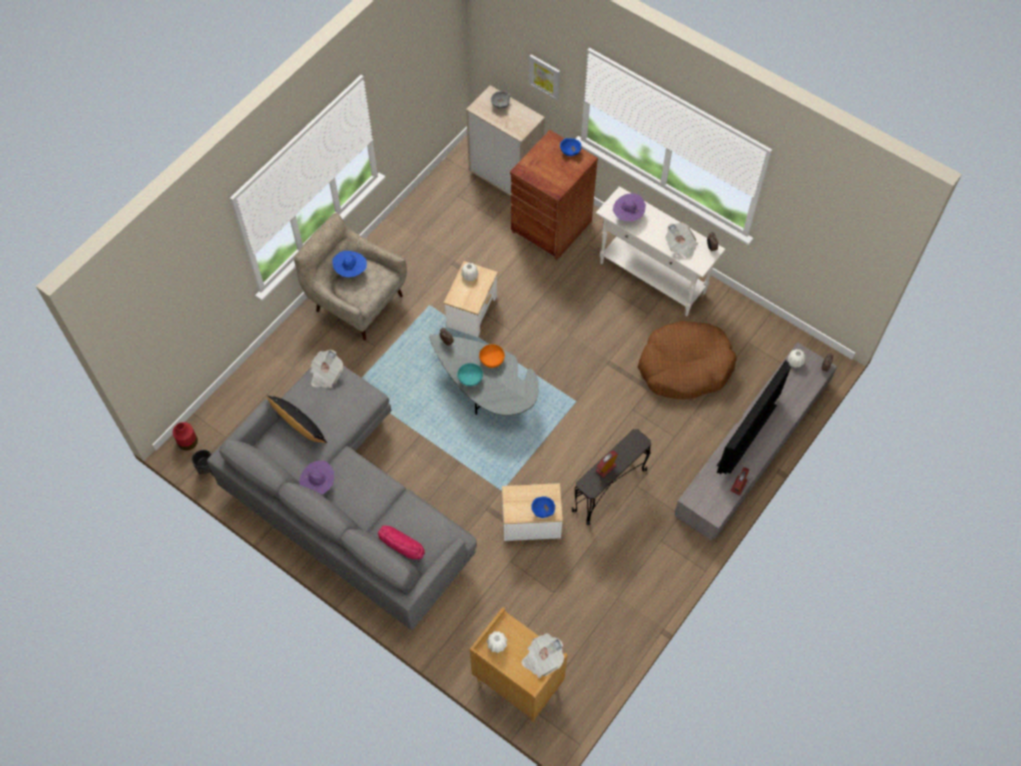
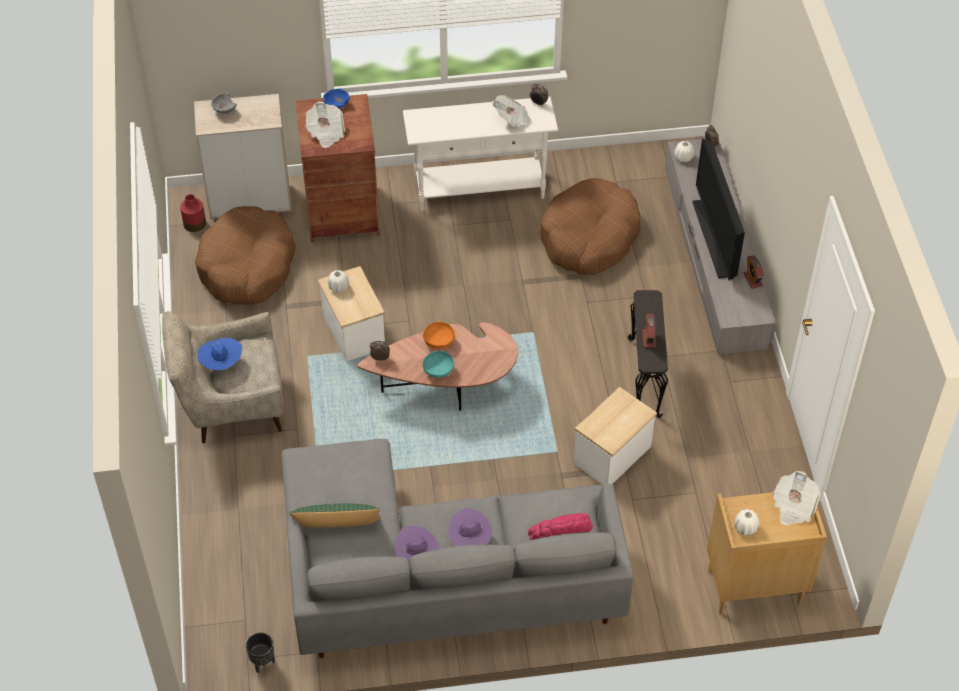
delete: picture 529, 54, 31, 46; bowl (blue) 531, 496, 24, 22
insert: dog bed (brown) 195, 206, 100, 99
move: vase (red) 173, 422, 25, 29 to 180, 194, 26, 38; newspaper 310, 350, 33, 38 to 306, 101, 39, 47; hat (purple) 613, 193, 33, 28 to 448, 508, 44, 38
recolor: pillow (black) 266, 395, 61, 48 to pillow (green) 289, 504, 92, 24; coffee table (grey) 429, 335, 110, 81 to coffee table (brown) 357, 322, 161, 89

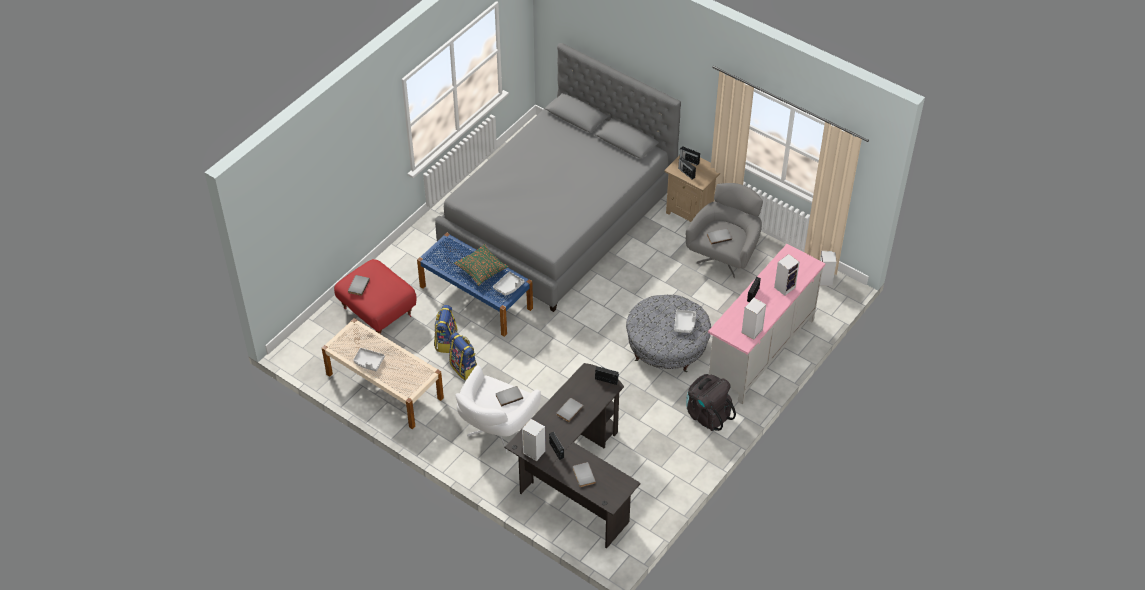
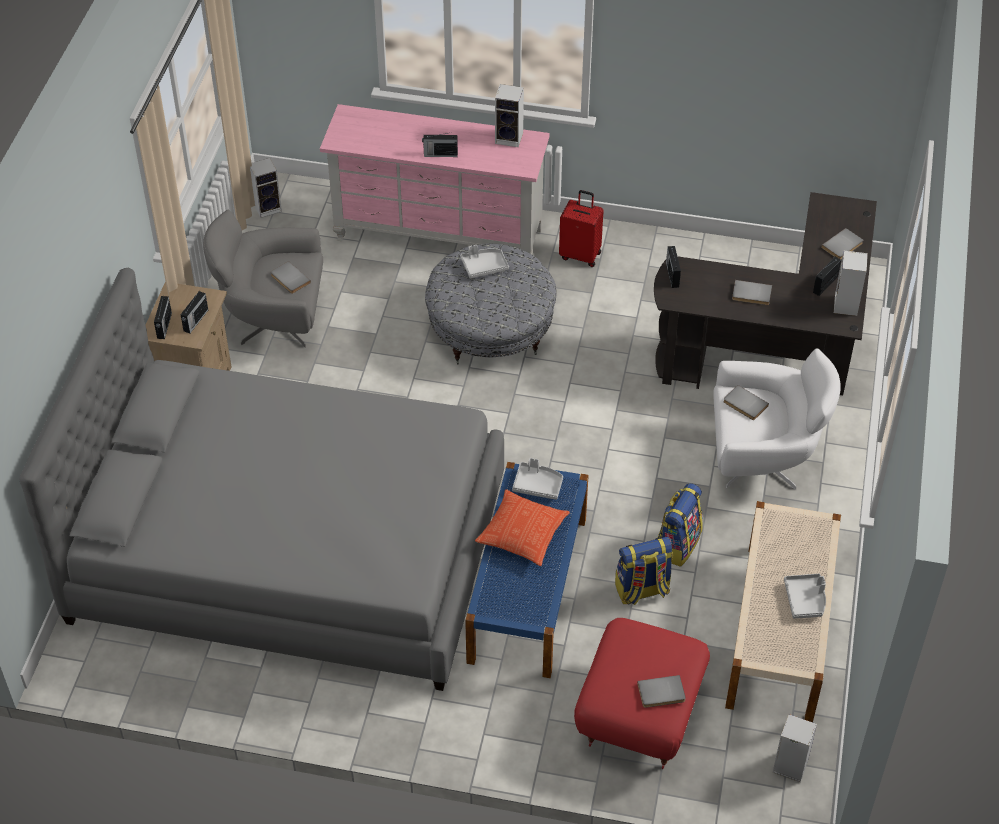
move: speaker 774, 254, 26, 42 to 773, 714, 44, 68
replace: backpack (black) 686, 374, 50, 57 to suitcase (red) 559, 190, 45, 77
recolor: pillow (green) 454, 244, 55, 42 to pillow (orange) 475, 489, 95, 77

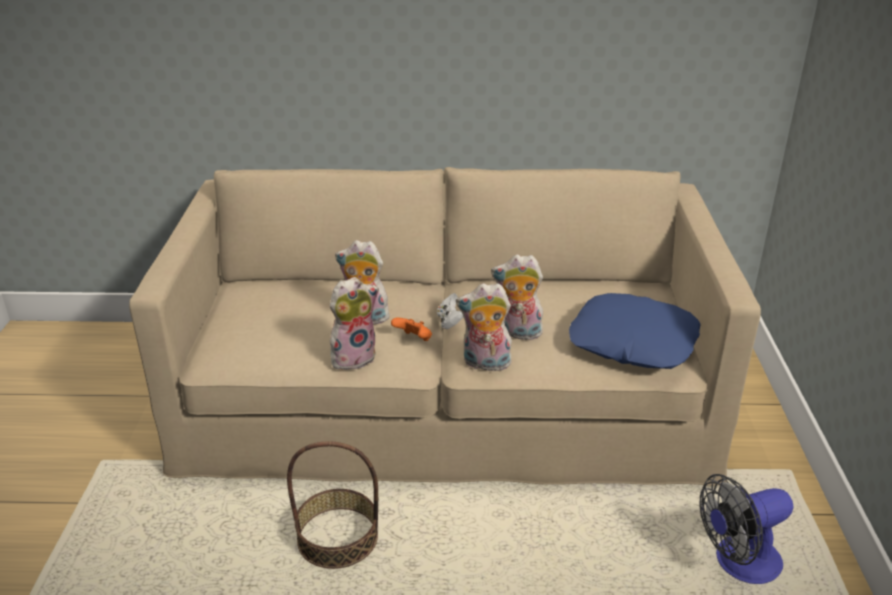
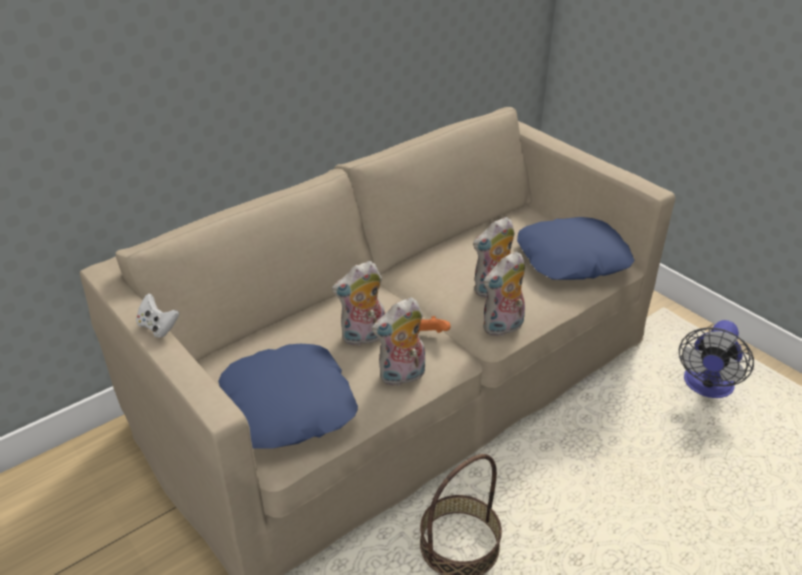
insert: pillow (blue) 218, 344, 140, 105
move: game controller (white) 437, 293, 26, 36 to 136, 294, 43, 44
rotate: plush toy 330, 277, 49, 93 = 372, 297, 53, 89 135 degrees counterclockwise

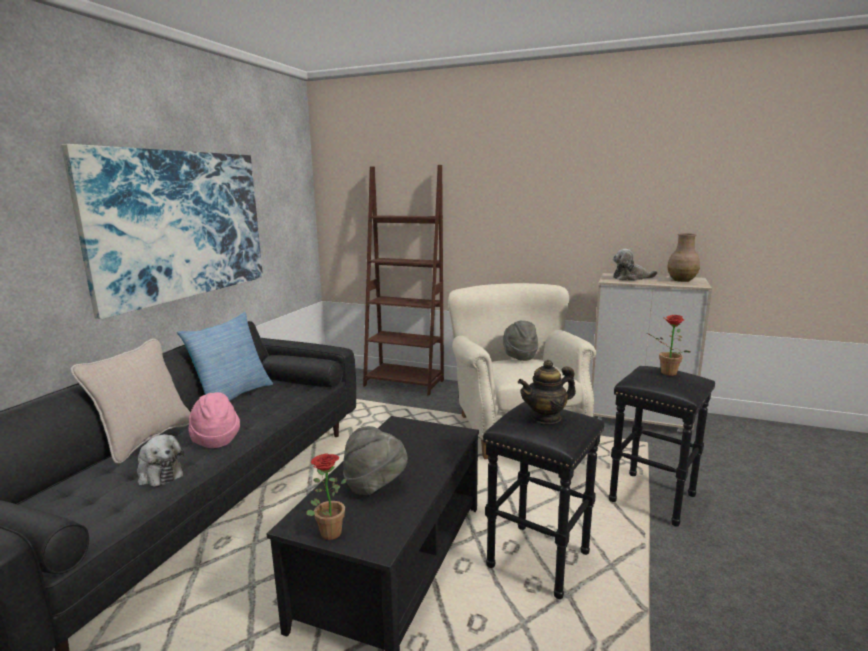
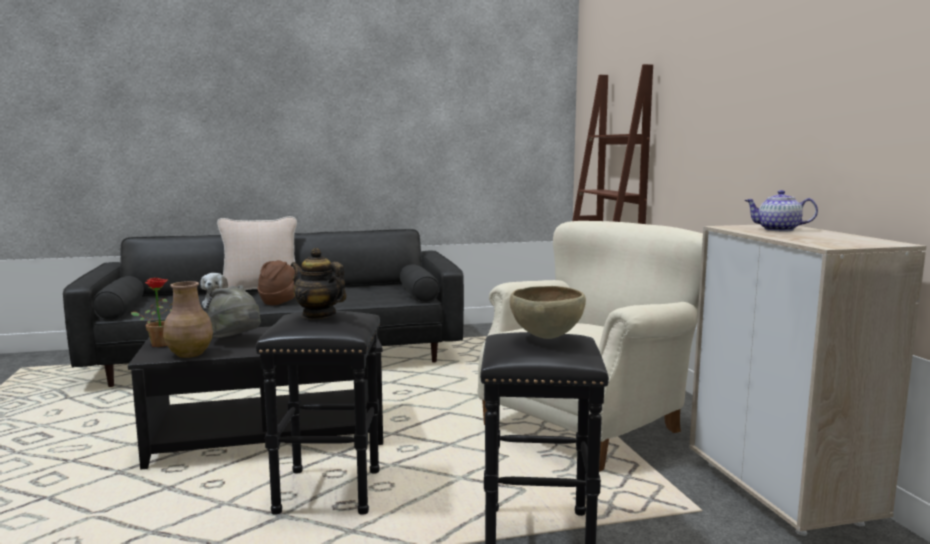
delete: picture 62, 144, 201, 175; pillow 177, 312, 96, 89; hat (grey) 503, 320, 35, 41
move: vase (brown) 667, 233, 33, 49 to 163, 281, 50, 77
replace: plush toy 613, 249, 44, 32 to teapot 745, 190, 73, 41; potted plant 647, 315, 44, 61 to bowl (brown) 510, 286, 76, 53
recolor: hat (pink) 188, 392, 52, 56 to hat (brown) 258, 260, 37, 45

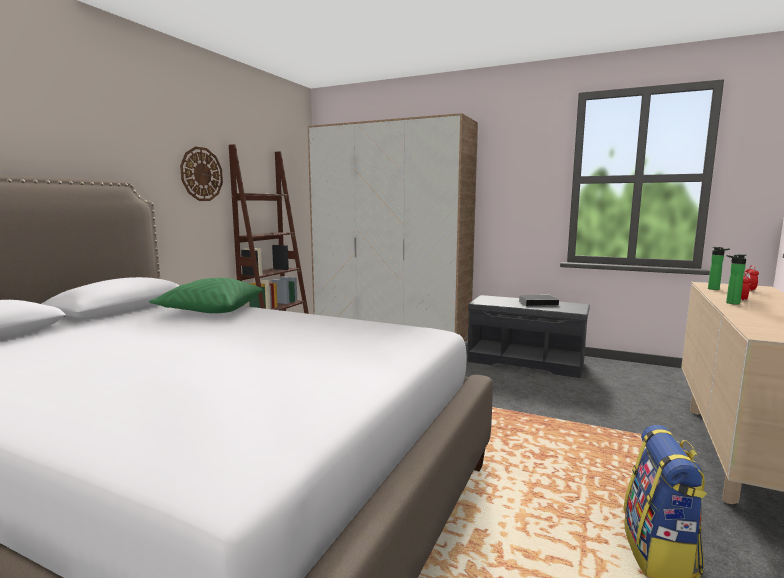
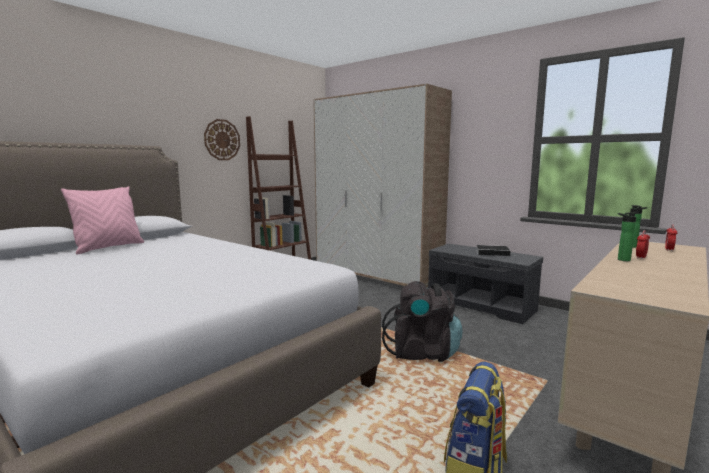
delete: pillow (green) 149, 278, 114, 35
insert: pillow (pink) 61, 186, 83, 68; backpack (black) 382, 281, 81, 81

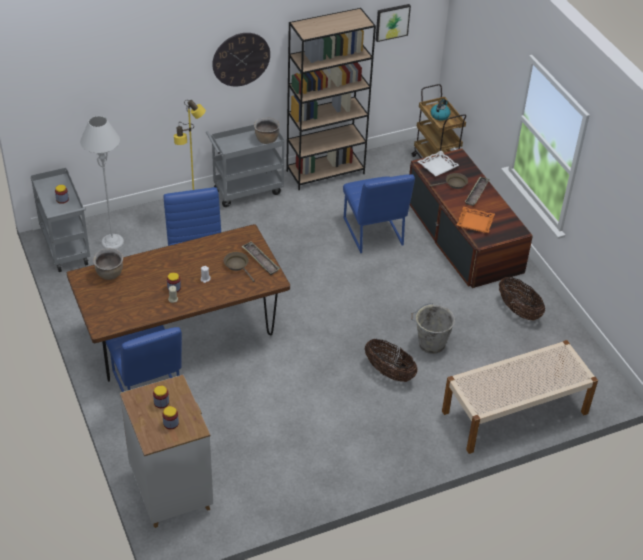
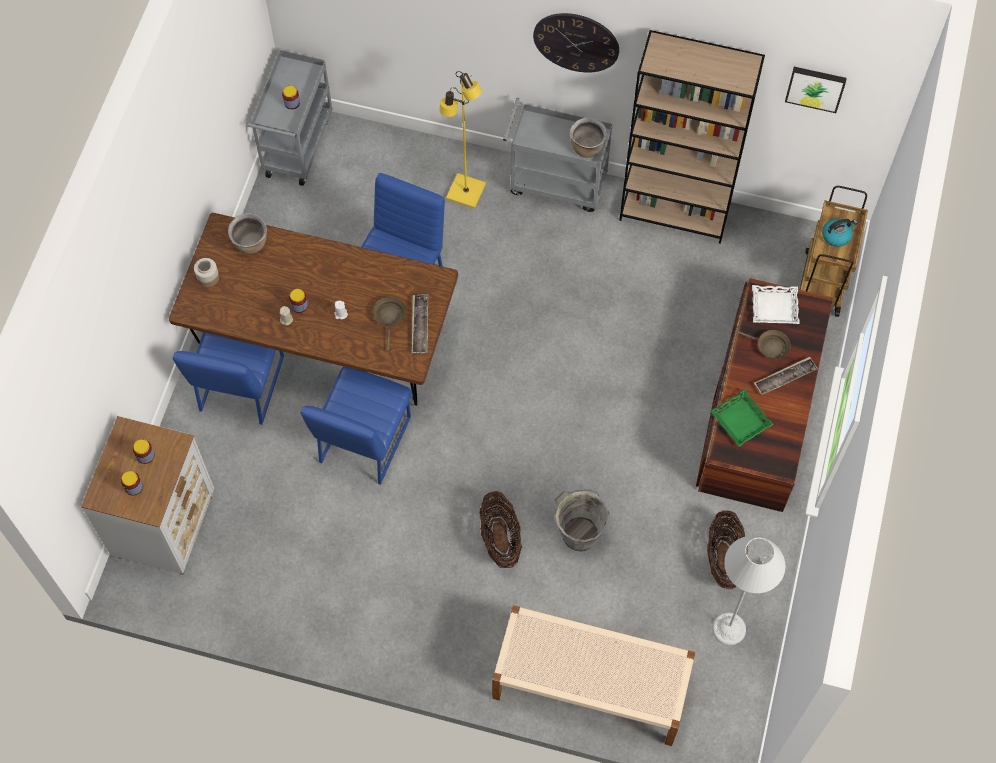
insert: jar 194, 258, 25, 29
move: floor lamp (grey) 80, 116, 44, 133 to 712, 536, 73, 109; chair (blue) 343, 174, 72, 79 to 300, 366, 112, 119
recolor: tray (orange) 457, 206, 38, 27 to tray (green) 710, 389, 64, 58

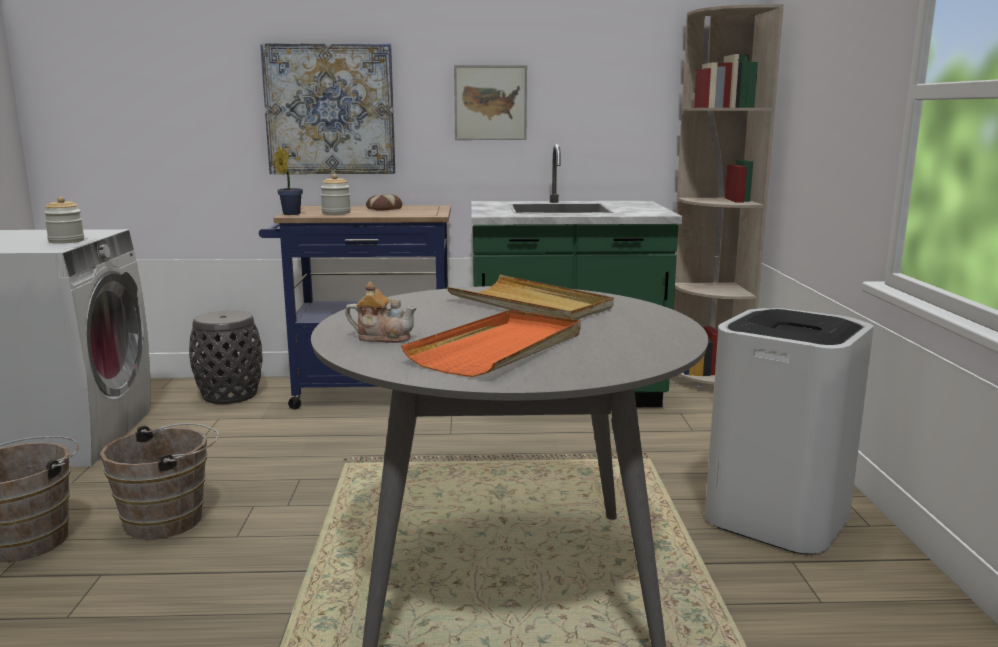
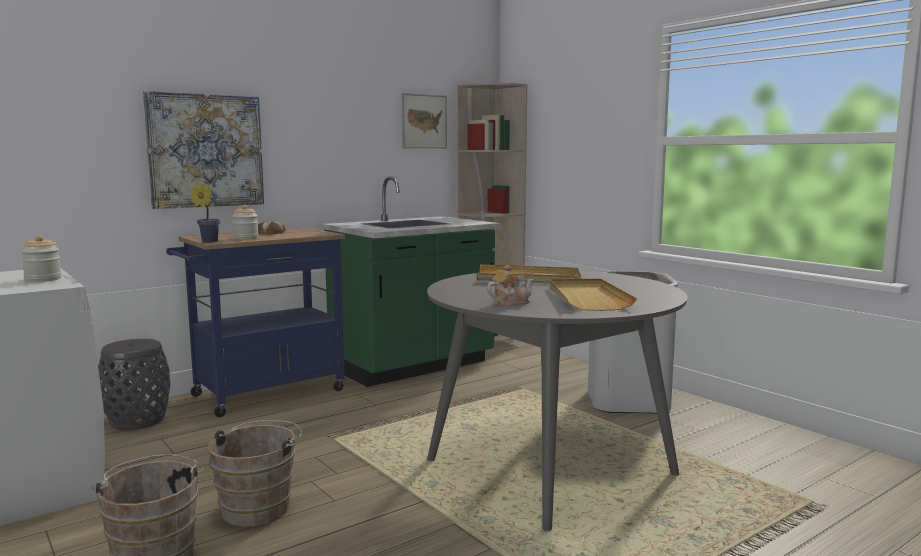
move: picture 454, 65, 73, 75 to 402, 93, 45, 55
recolor: tray (orange) 401, 310, 180, 67 to tray (beige) 549, 279, 88, 32

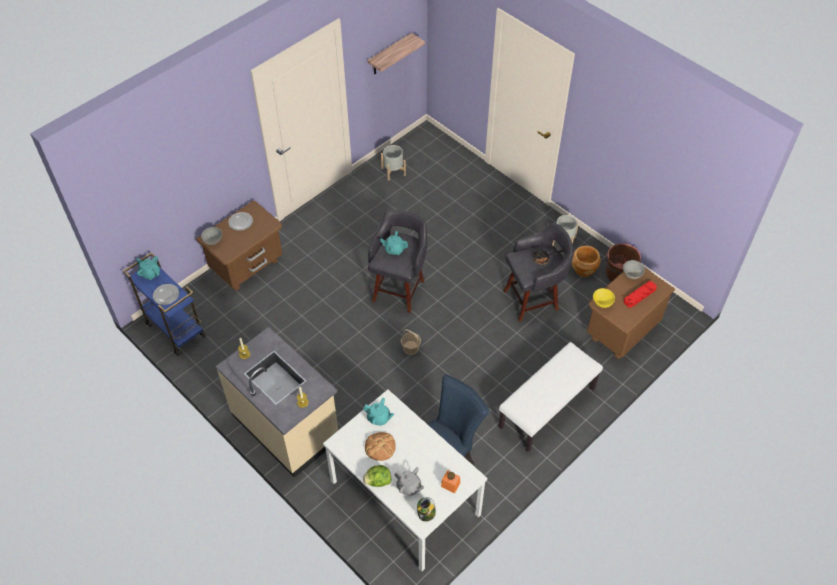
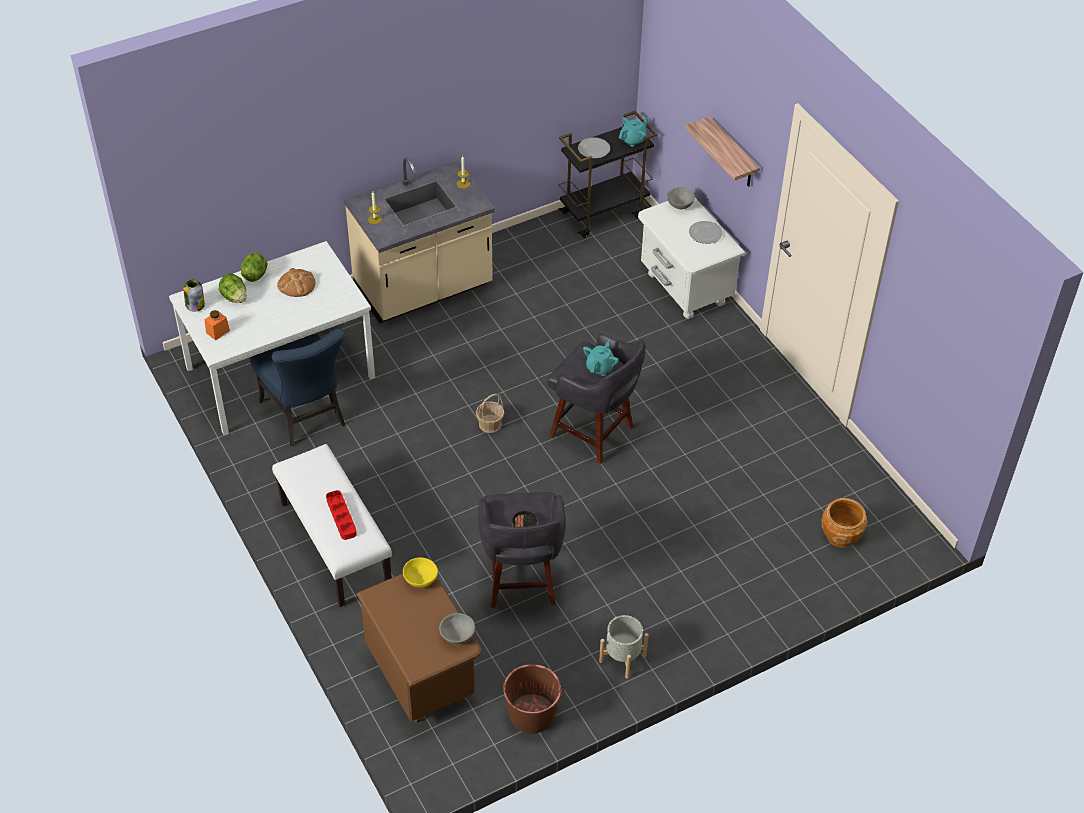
delete: teapot (turquoise) 363, 398, 31, 28; planter (grey) 381, 145, 25, 36
move: shelf 367, 33, 58, 41 to 685, 117, 75, 70; planter (brown) 572, 246, 29, 31 to 822, 498, 46, 50; tray (red) 624, 281, 33, 27 to 326, 490, 31, 50
replace: teapot (grey) 394, 467, 30, 29 to lettuce 219, 273, 28, 30
recolor: cart (blue) 123, 252, 84, 104 to cart (black) 558, 111, 99, 127; nightstand (brown) 196, 200, 86, 91 to nightstand (white) 638, 198, 107, 121

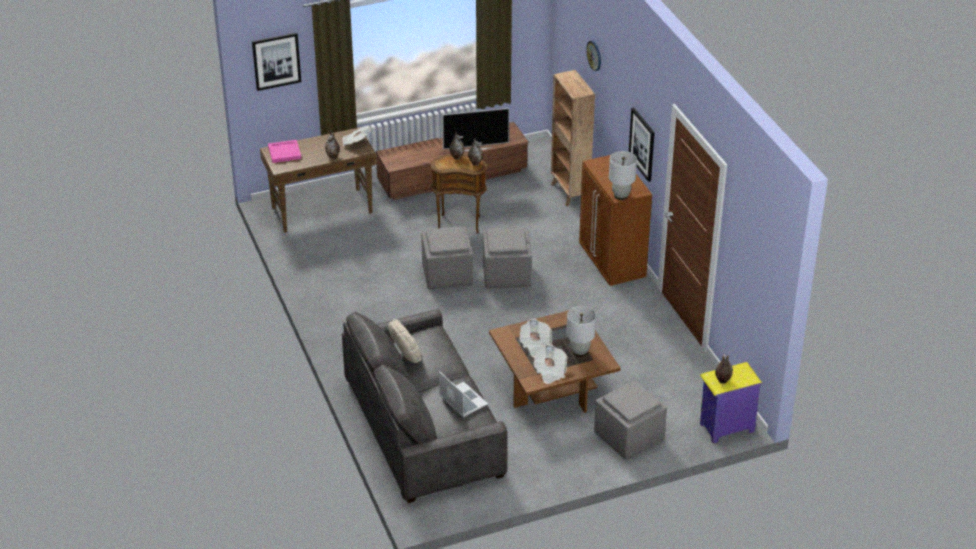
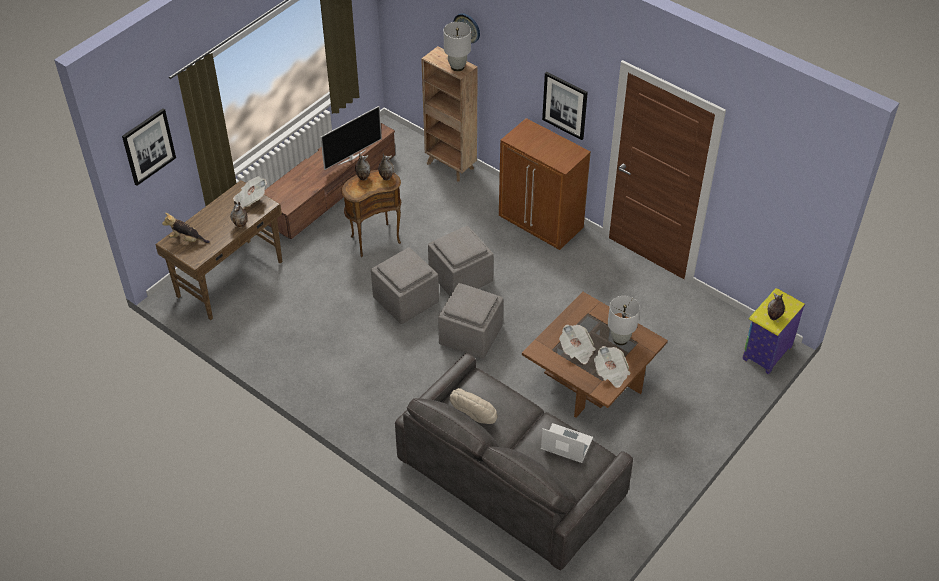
move: ottoman (grey) 594, 381, 73, 79 to 438, 283, 65, 76; table lamp (white) 609, 151, 28, 49 to 444, 22, 27, 49
replace: tray (pink) 268, 140, 33, 23 to plush toy 162, 213, 48, 30

